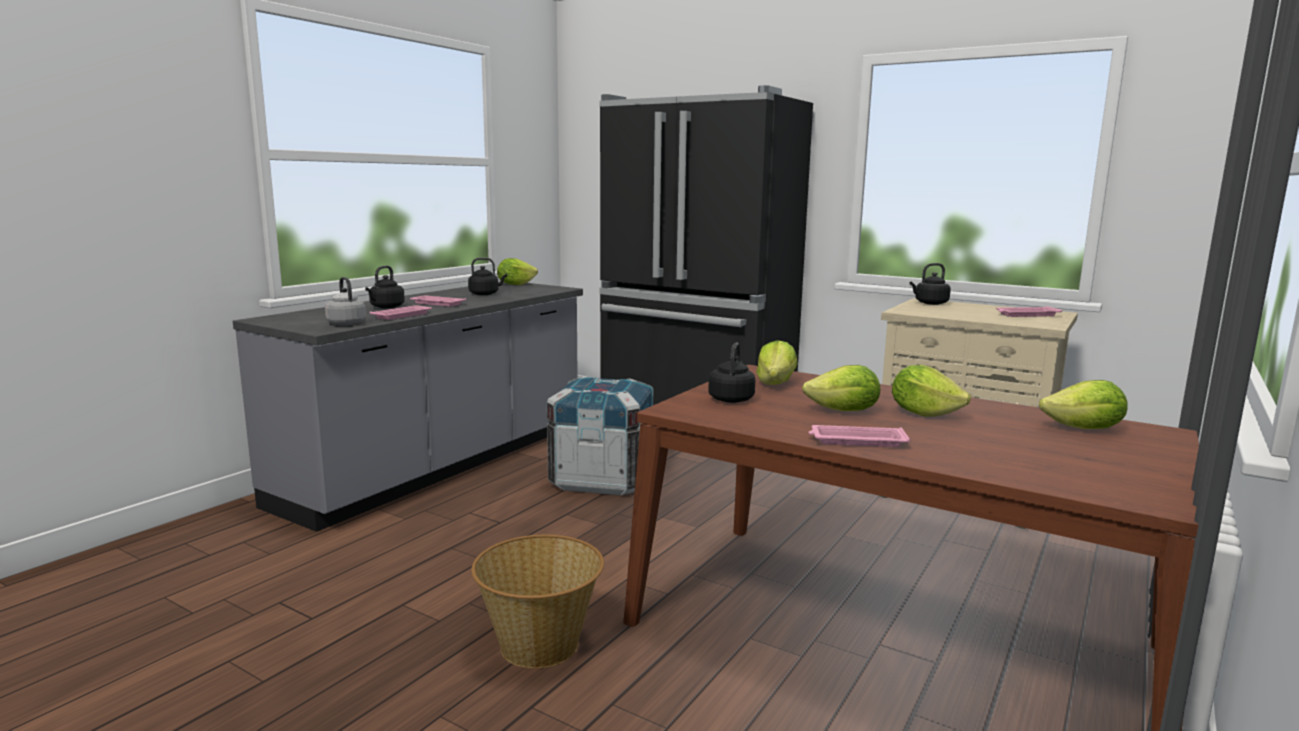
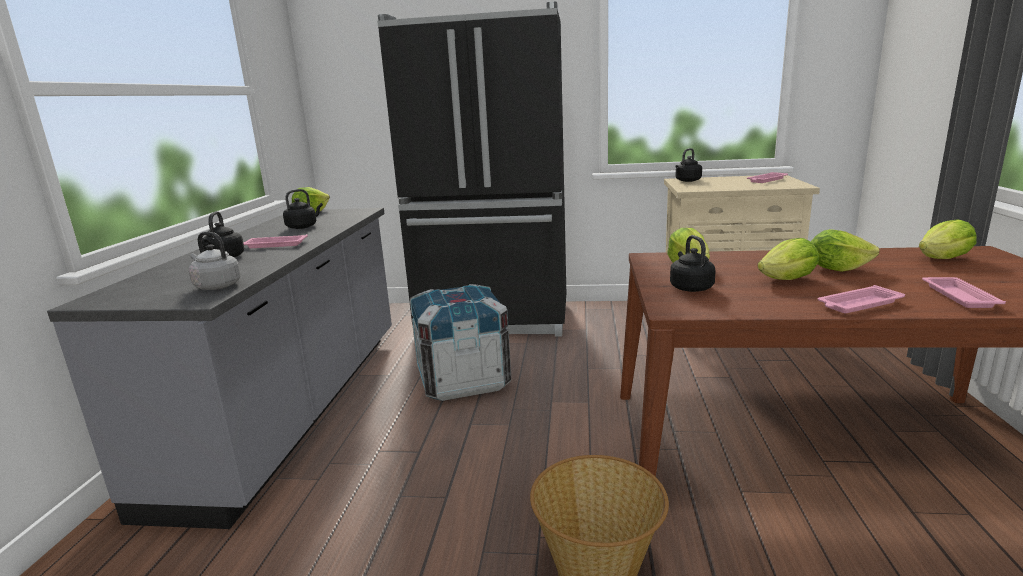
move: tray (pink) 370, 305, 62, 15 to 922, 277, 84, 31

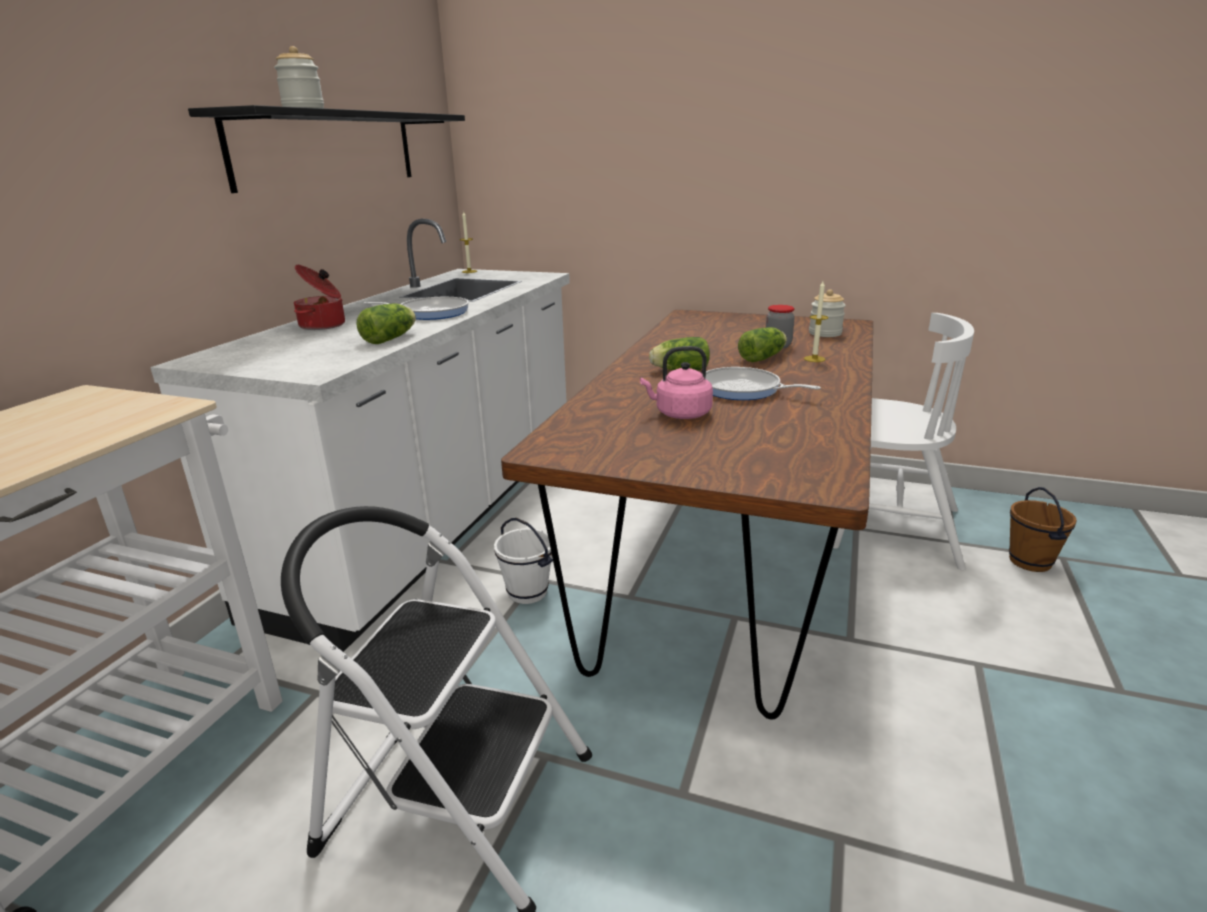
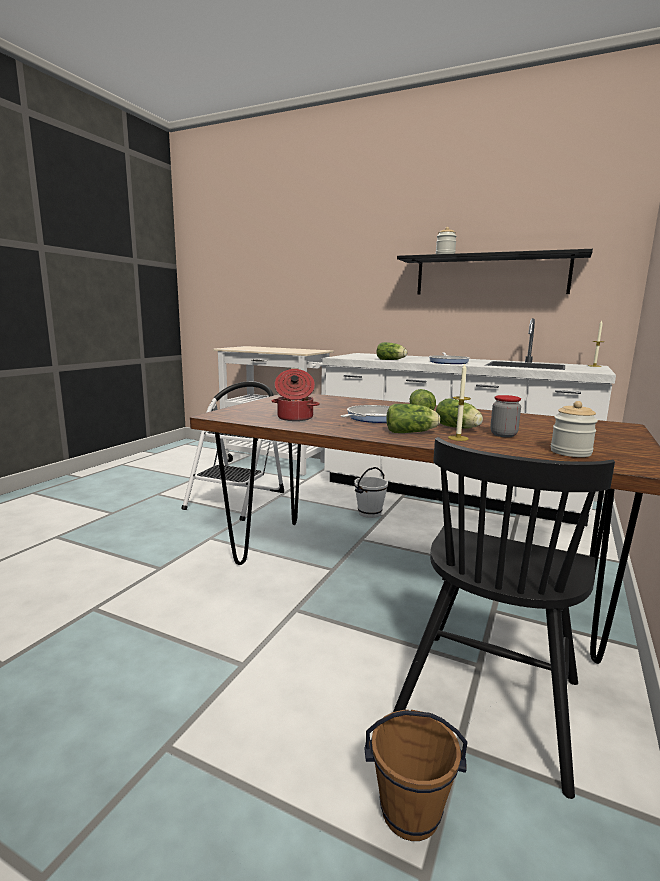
delete: kettle (pink) 640, 346, 73, 73
insert: lettuce 386, 404, 54, 29
move: cooking pot 294, 265, 51, 65 to 272, 369, 48, 52
recolor: chair (white) 833, 313, 141, 257 to chair (black) 393, 437, 222, 362

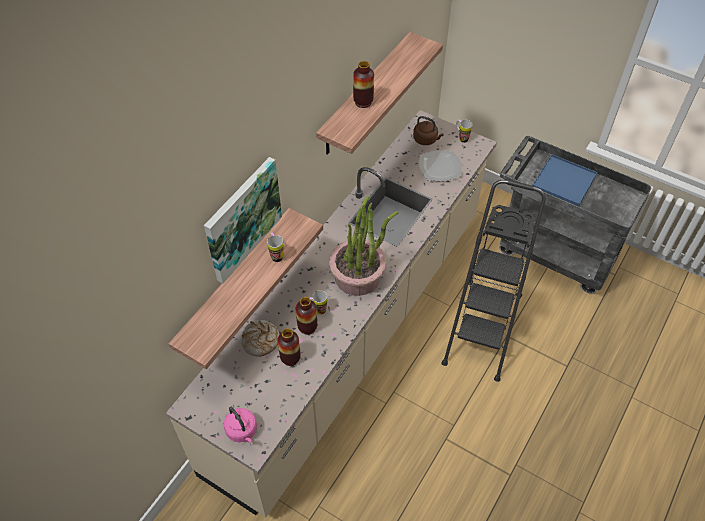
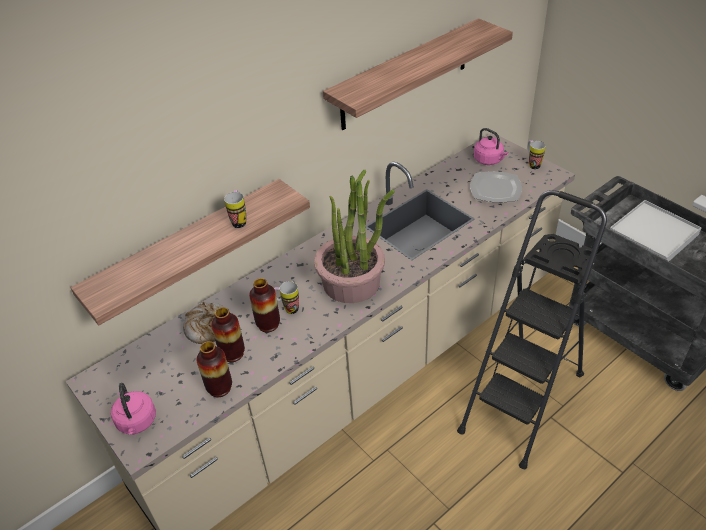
delete: picture 204, 157, 78, 126
move: vase 353, 61, 21, 47 to 197, 341, 35, 56
recolor: kettle (brown) 413, 116, 31, 29 to kettle (pink) 474, 128, 34, 37; tray (blue) 532, 154, 65, 53 to tray (white) 610, 200, 92, 61

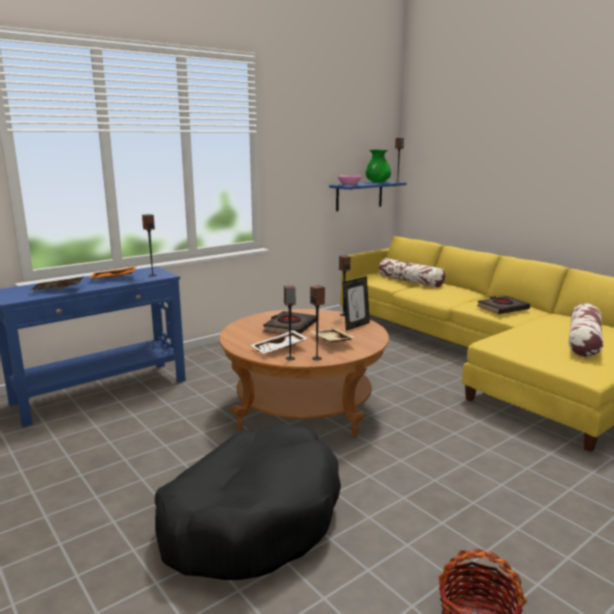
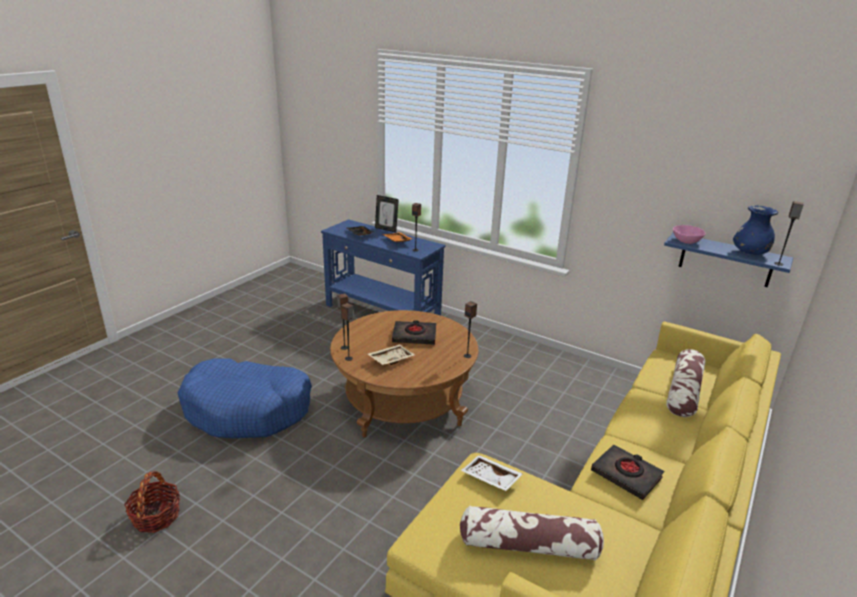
move: tray (white) 251, 330, 56, 24 to 461, 455, 62, 36; picture frame 342, 276, 28, 55 to 375, 195, 24, 38
recolor: dog bed (black) 155, 423, 186, 157 to dog bed (blue) 177, 358, 135, 80; vase (green) 366, 150, 25, 33 to vase (blue) 733, 205, 45, 50

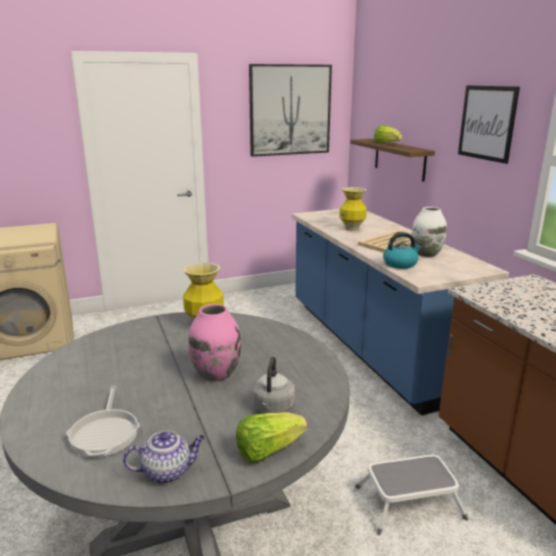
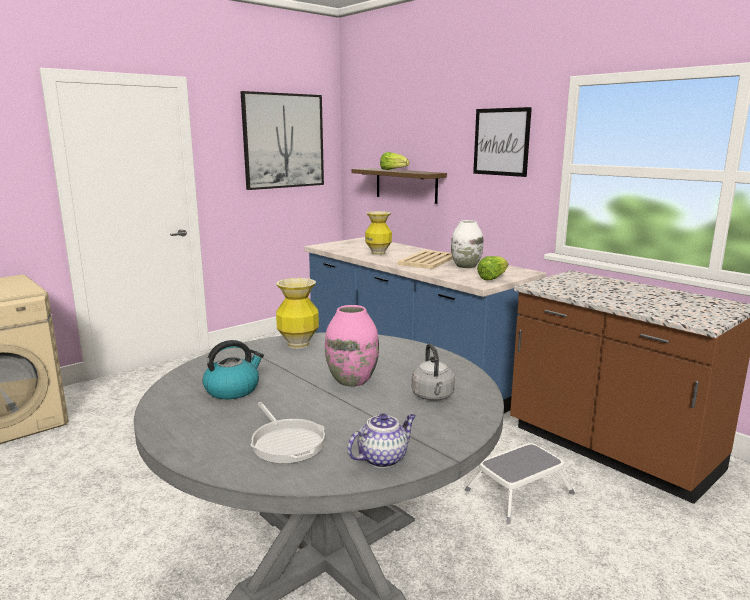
move: lettuce 236, 412, 71, 51 to 477, 256, 31, 24; kettle 383, 232, 39, 37 to 203, 340, 61, 59

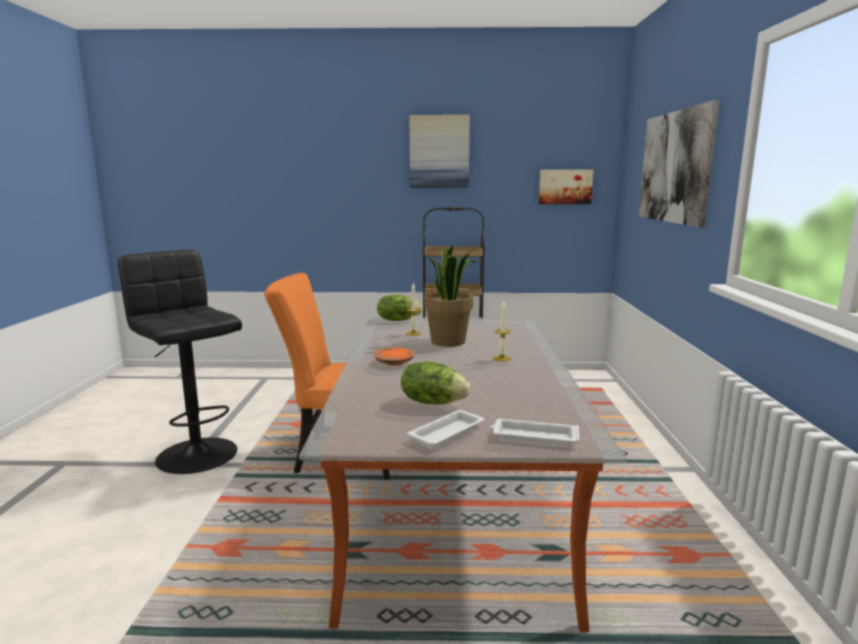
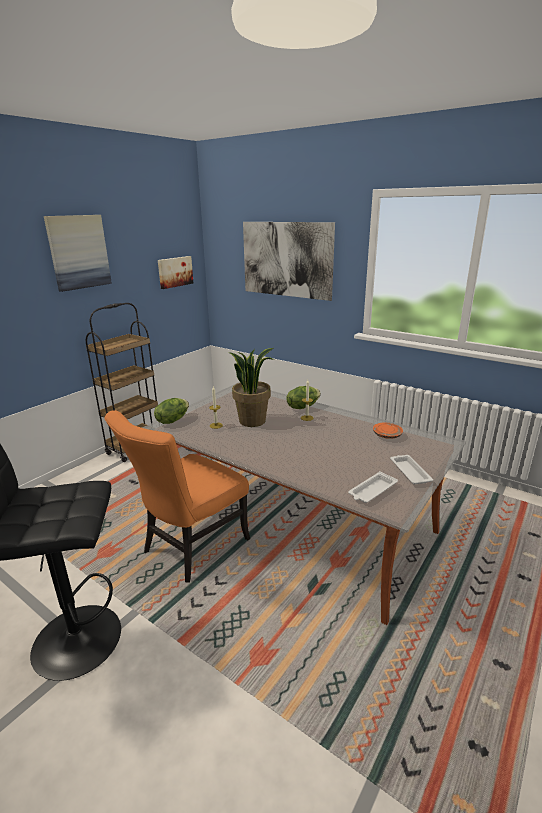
move: plate (orange) 375, 348, 39, 18 to 373, 422, 30, 17; lettuce 401, 361, 69, 44 to 286, 386, 35, 23; tray (white) 491, 419, 89, 27 to 348, 471, 50, 32

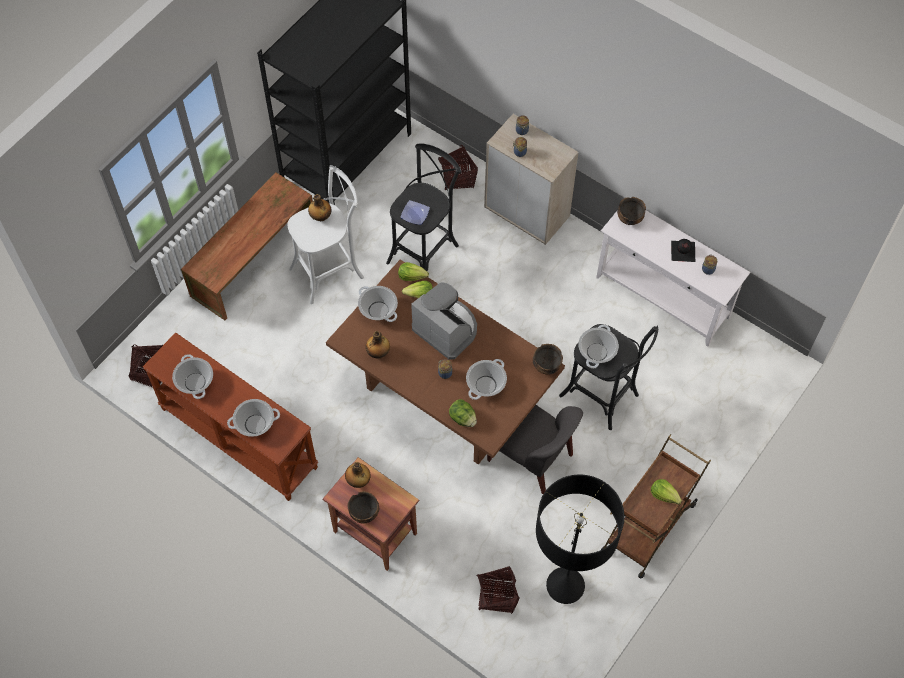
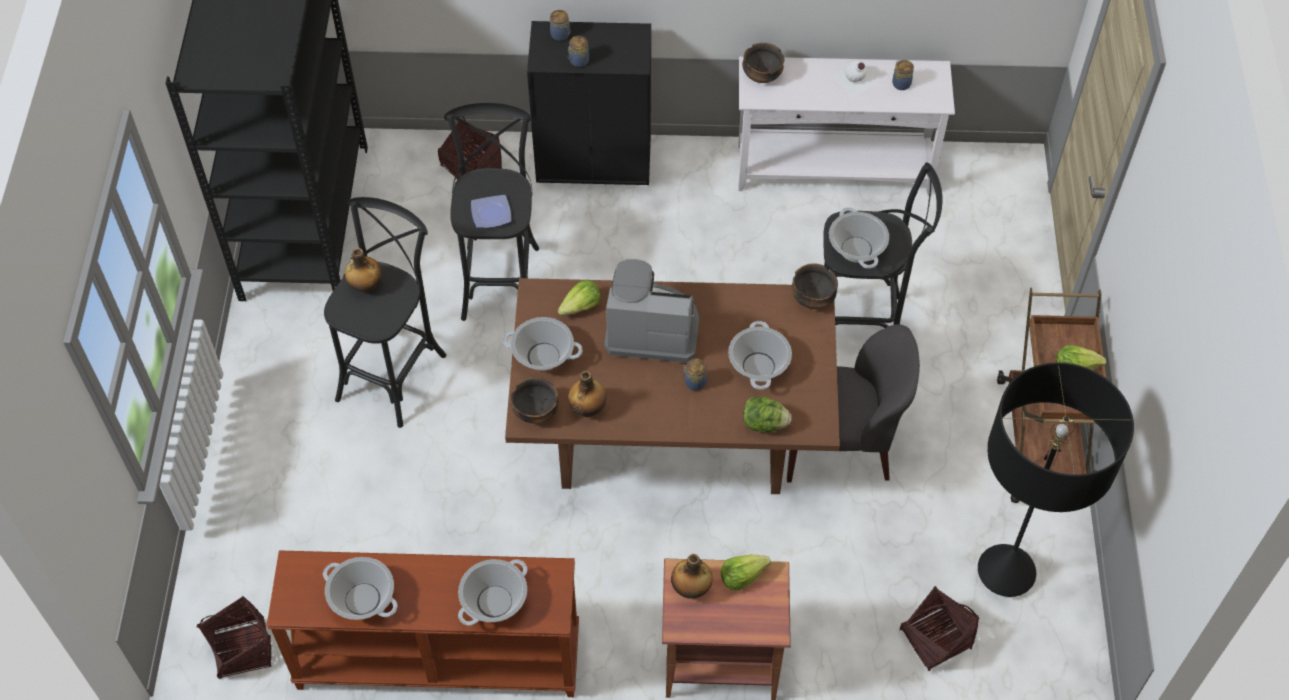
delete: bench (brown) 181, 172, 132, 148
move: bowl 348, 491, 31, 32 to 511, 378, 48, 46; lettuce 398, 262, 31, 19 to 721, 554, 50, 37
recolor: stool (white) 287, 165, 77, 139 to stool (black) 324, 197, 123, 231; cabinet (beige) 484, 114, 95, 131 to cabinet (black) 527, 21, 124, 164; bottle (black) 671, 239, 24, 23 to bottle (white) 832, 60, 47, 37

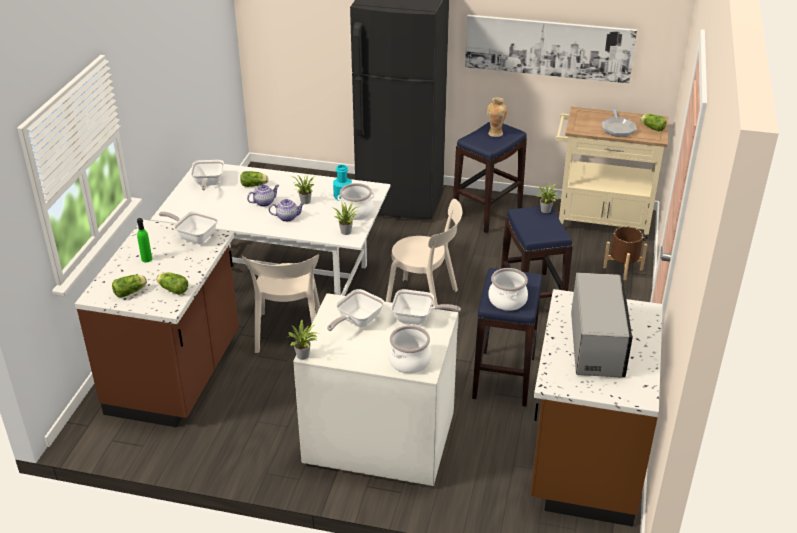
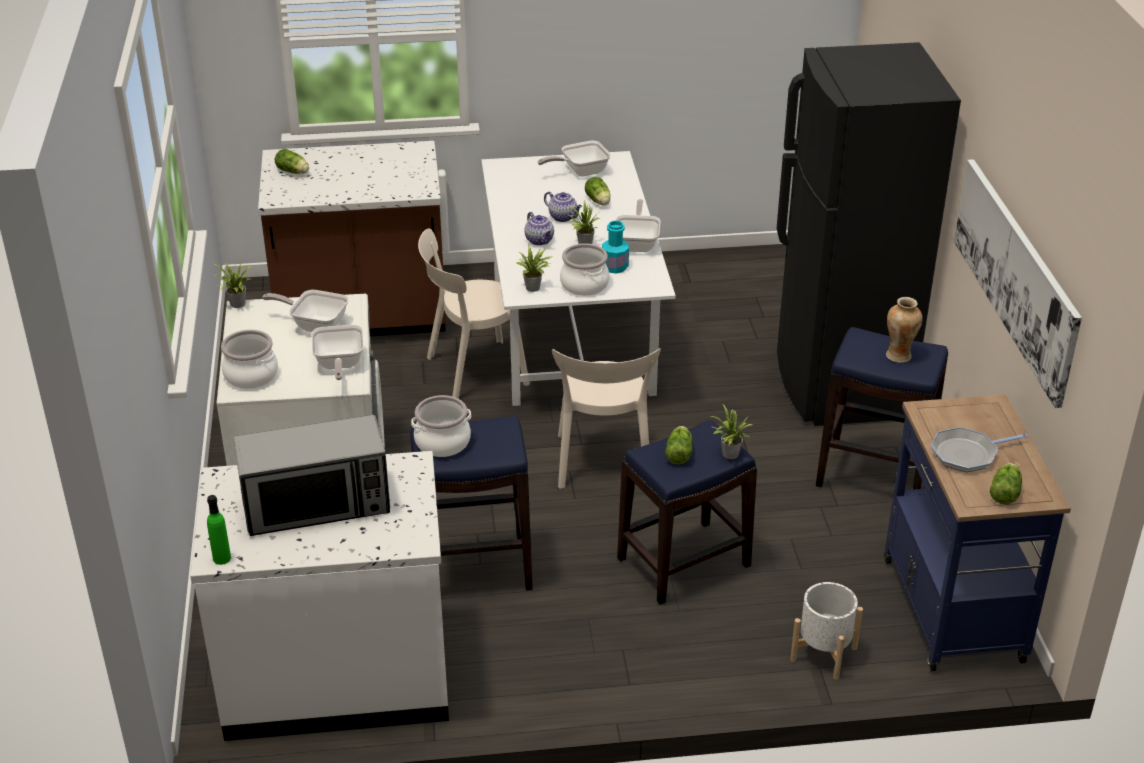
move: bottle (green) 137, 218, 15, 44 to 207, 495, 24, 70; lettuce 156, 273, 32, 22 to 665, 426, 28, 38; frying pan 159, 211, 59, 33 to 615, 199, 46, 53
recolor: counter (brown) 530, 289, 133, 238 to counter (white) 190, 451, 259, 290; cart (beige) 555, 107, 114, 134 to cart (blue) 884, 394, 187, 277; planter (brown) 603, 226, 44, 54 to planter (white) 790, 582, 73, 98

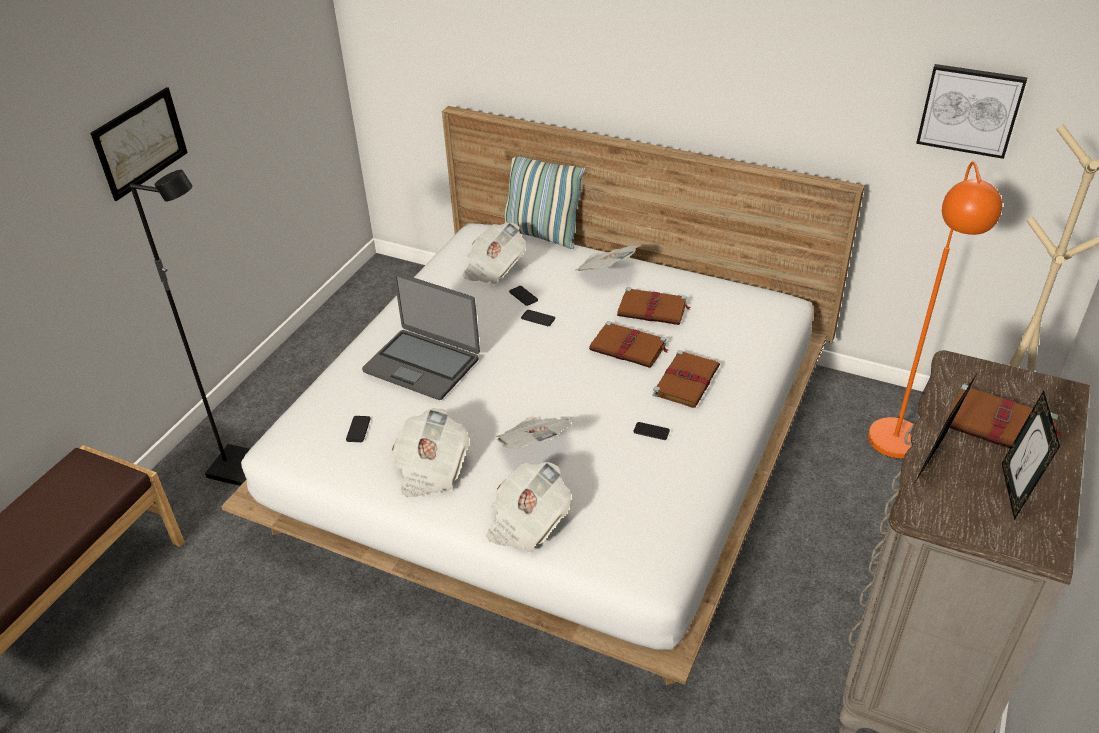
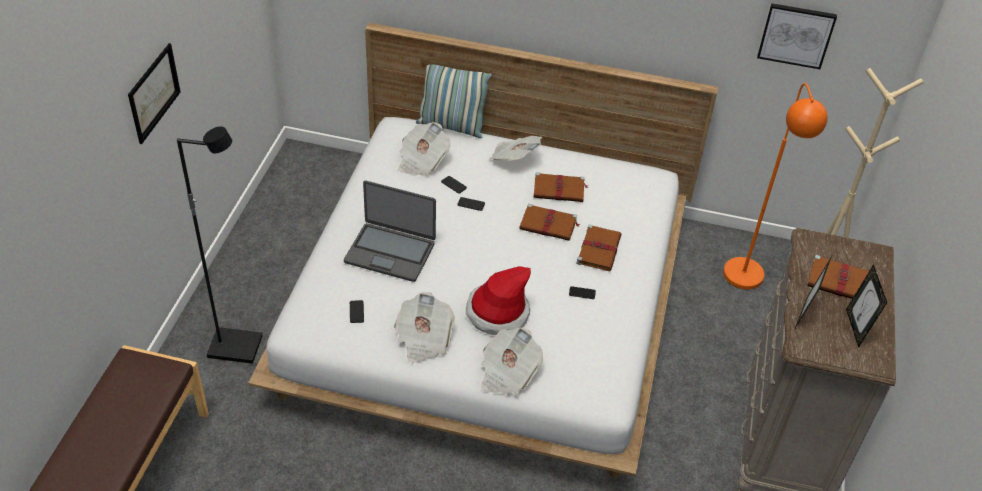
replace: newspaper 496, 417, 76, 32 to hat 466, 266, 65, 69

